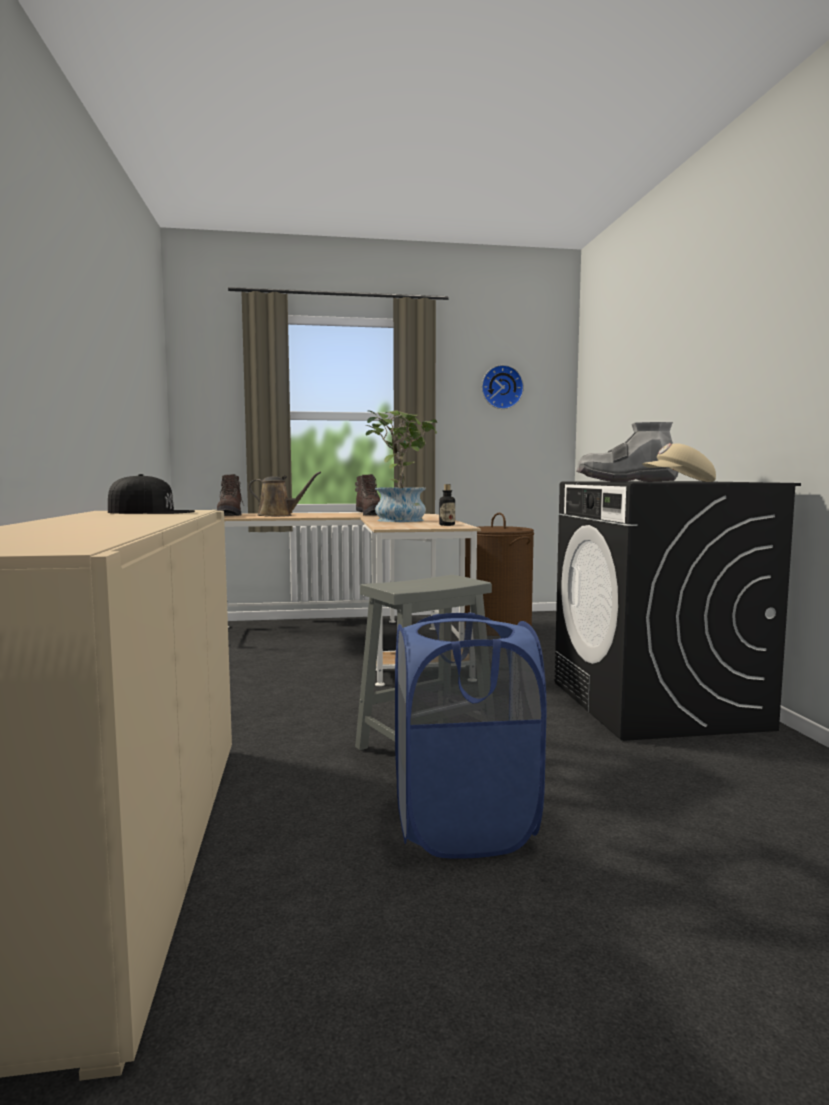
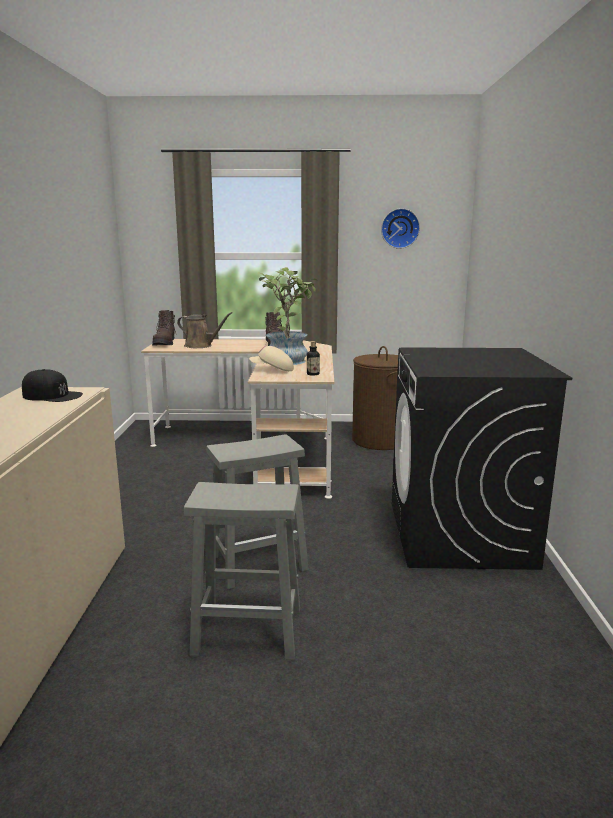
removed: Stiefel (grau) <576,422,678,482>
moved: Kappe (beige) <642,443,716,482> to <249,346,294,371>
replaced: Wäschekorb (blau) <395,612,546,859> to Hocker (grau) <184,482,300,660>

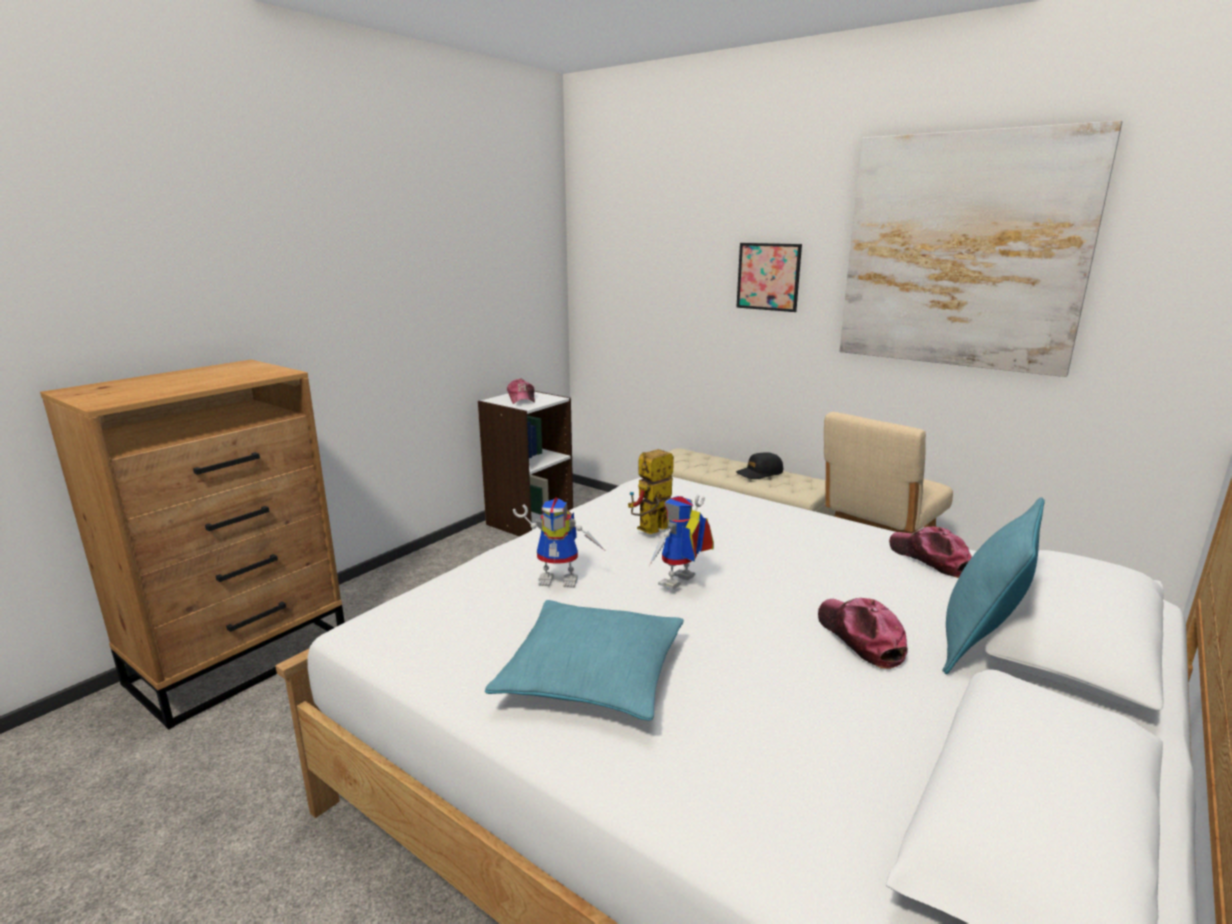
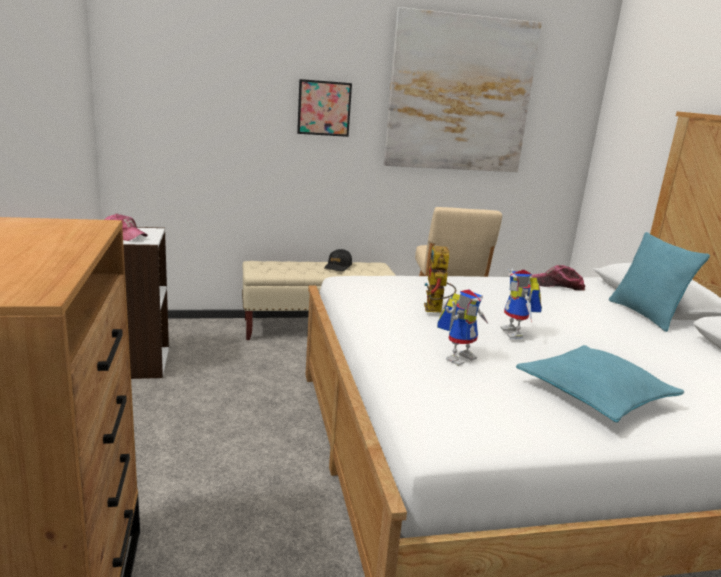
removed: Kappe <818,598,908,669>

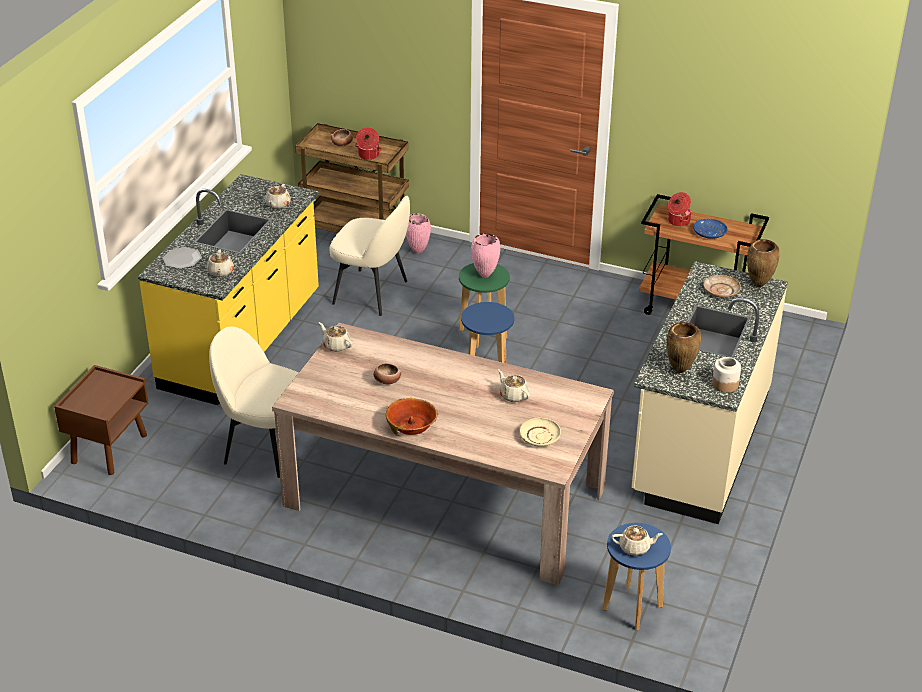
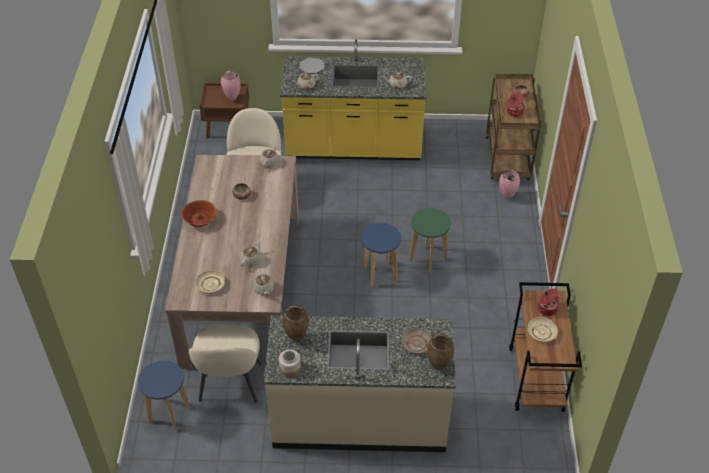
moved: Stuhl (beige) <329,196,410,316> to <189,325,262,403>; Vase (rosa) <471,233,500,278> to <221,71,241,101>; Teekanne (beige) <612,526,663,555> to <253,270,275,295>
recoloured: Teller (blau) <693,219,728,239> to Teller (beige) <528,317,558,342>

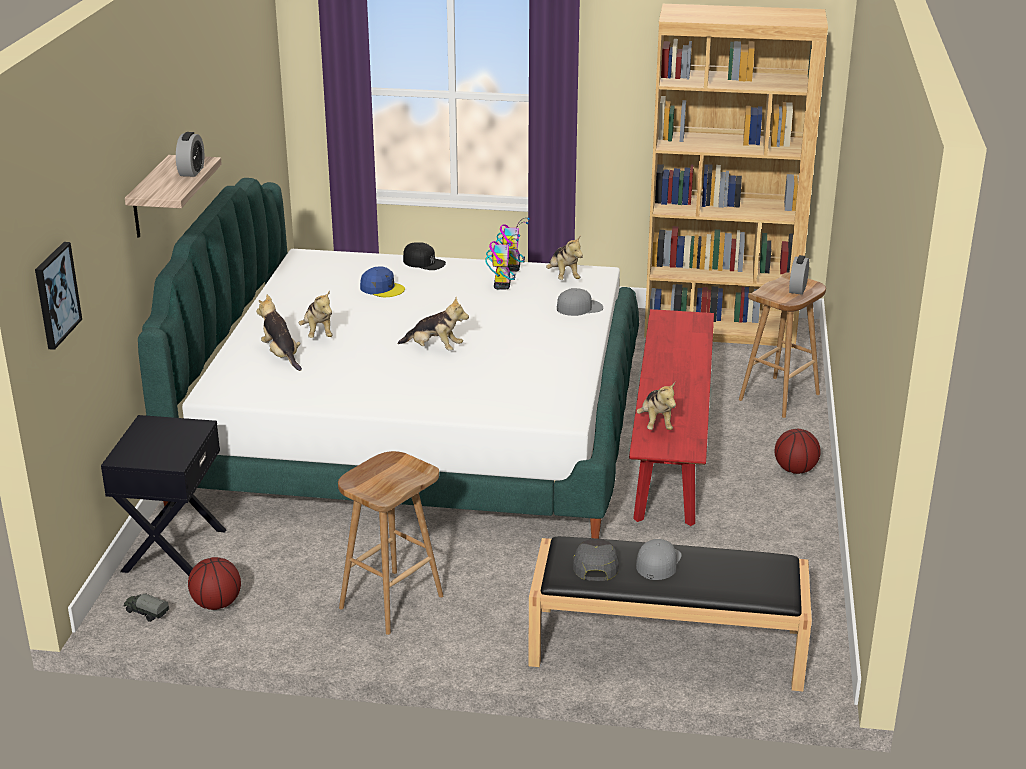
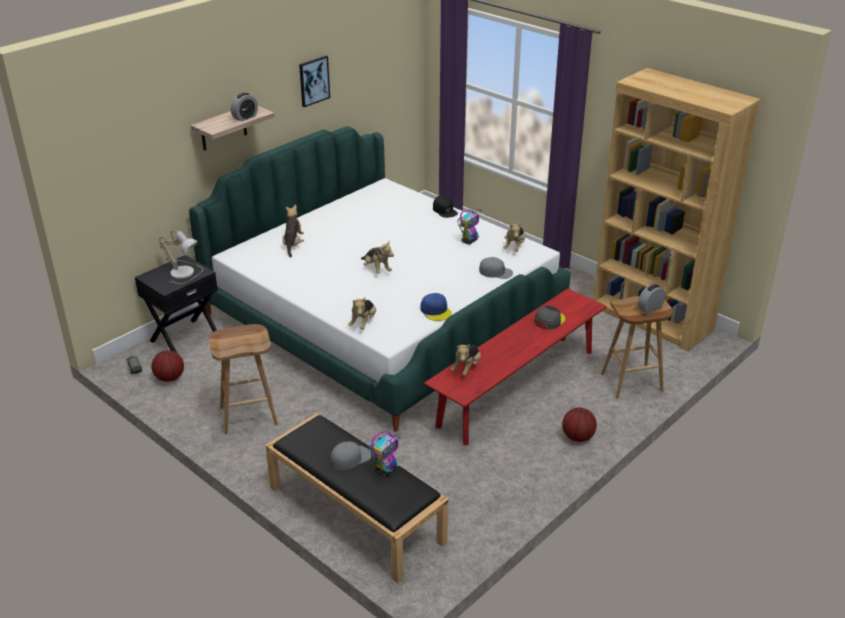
added: Tischlampe <159,230,203,284>
moved: Bild <35,242,82,350> to <299,56,330,107>; Plüschtier <299,290,333,338> to <348,298,376,330>; Spielzeugroboter <496,217,530,272> to <369,431,400,477>; Kappe (blau) <360,266,405,297> to <420,293,452,321>; Kappe (grau) <573,539,619,581> to <534,306,565,330>

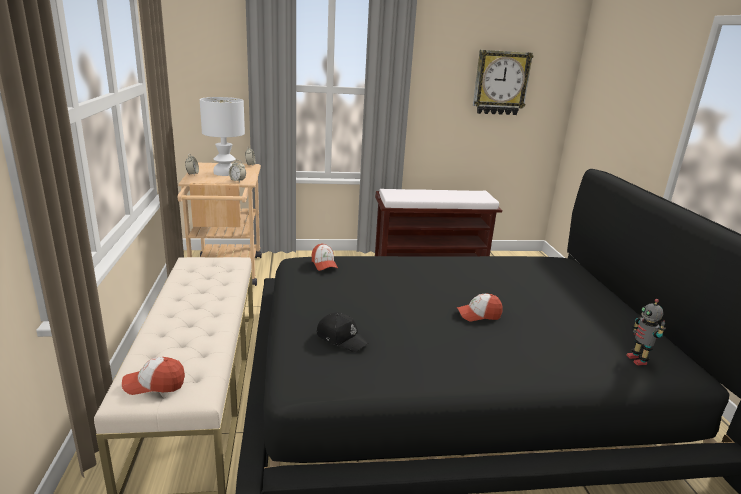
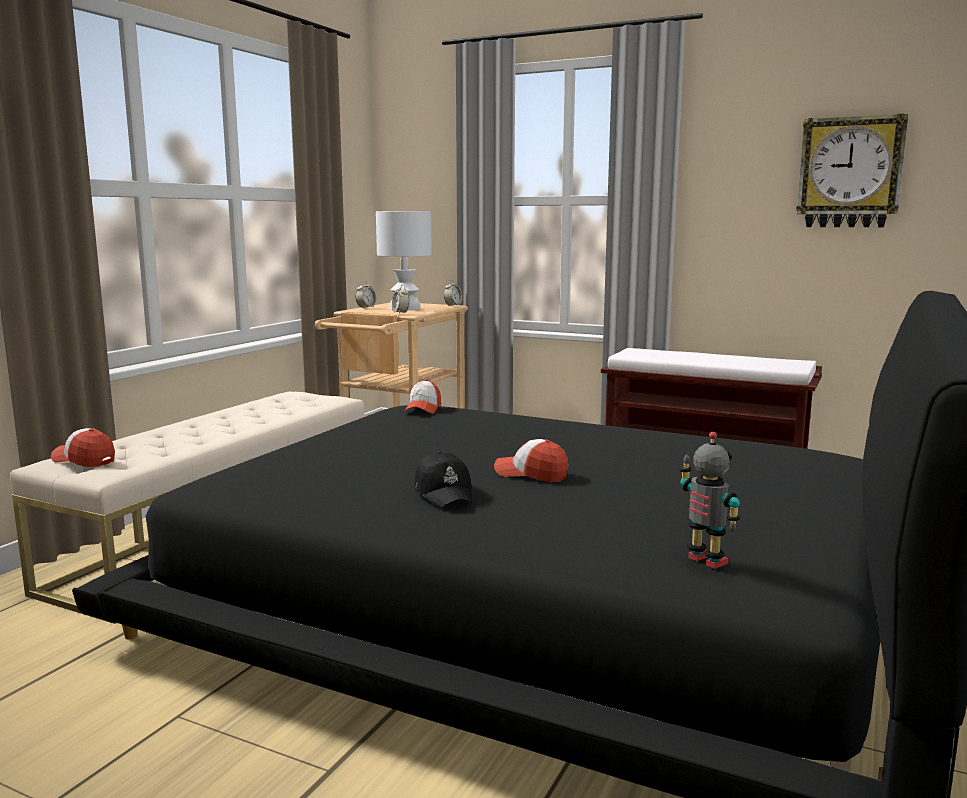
moved: Kappe (schwarz) <317,312,368,352> to <414,451,472,507>
turned: Spielzeugroboter <626,299,666,365> = <679,432,740,569> 120 degrees clockwise

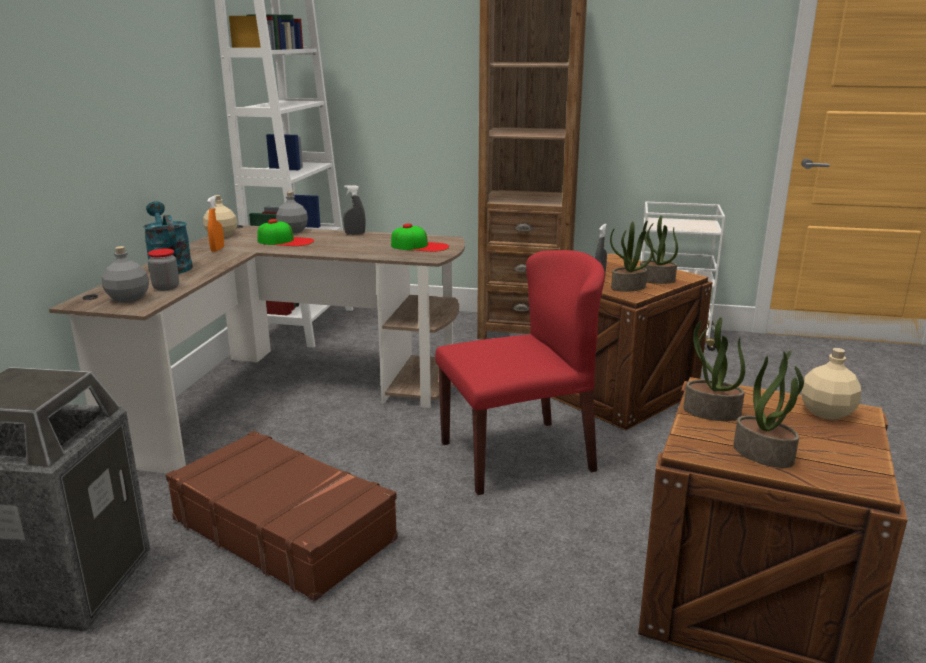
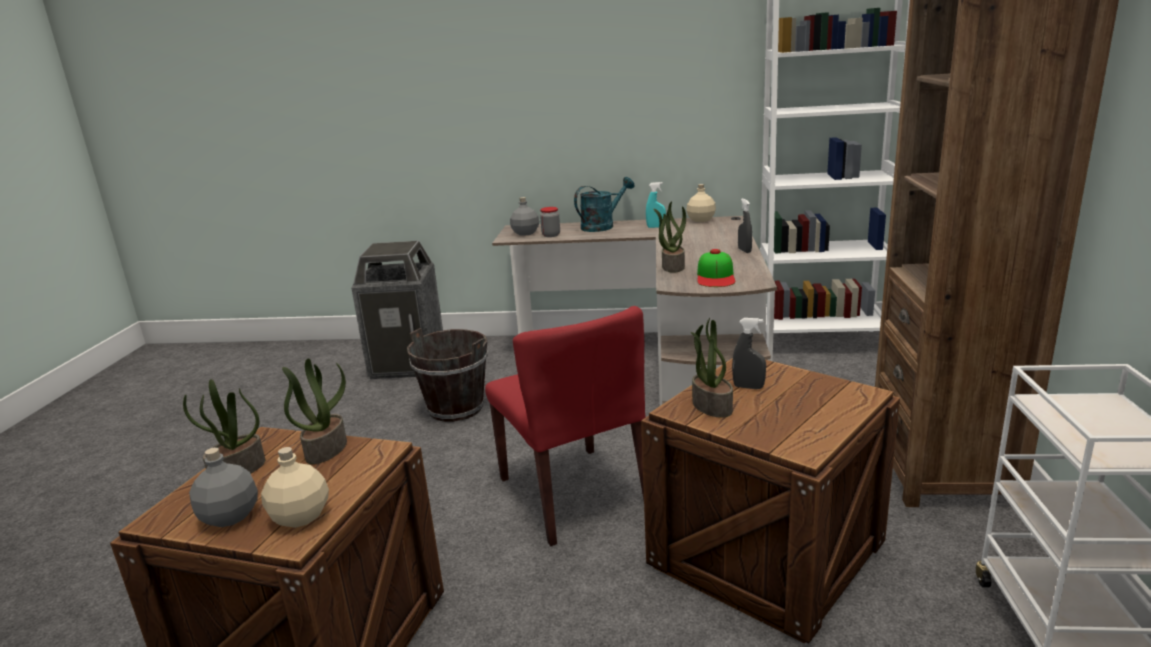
removed: Kappe <257,219,314,246>
moved: Flasche (grau) <276,191,308,233> to <189,447,258,527>; Topfpflanze <640,215,678,284> to <653,201,686,273>
replaced: Koffer (braun) <166,431,398,601> to Eimer (braun) <407,328,488,422>
recoloured: Sprühflasche (orange) <207,196,224,252> to Sprühflasche (türkis) <646,182,666,228>

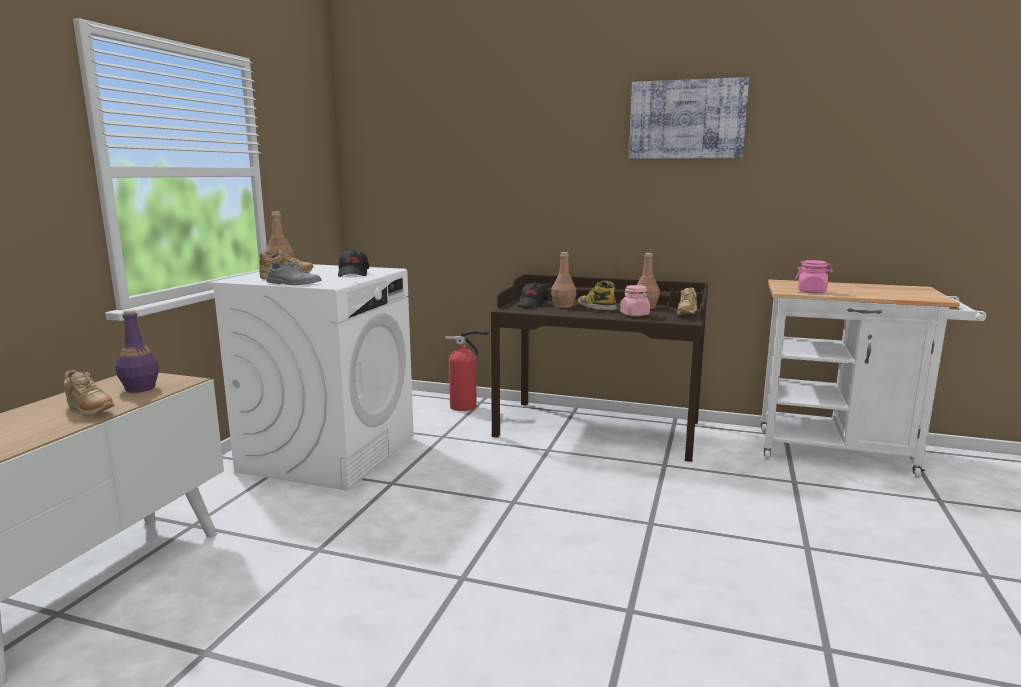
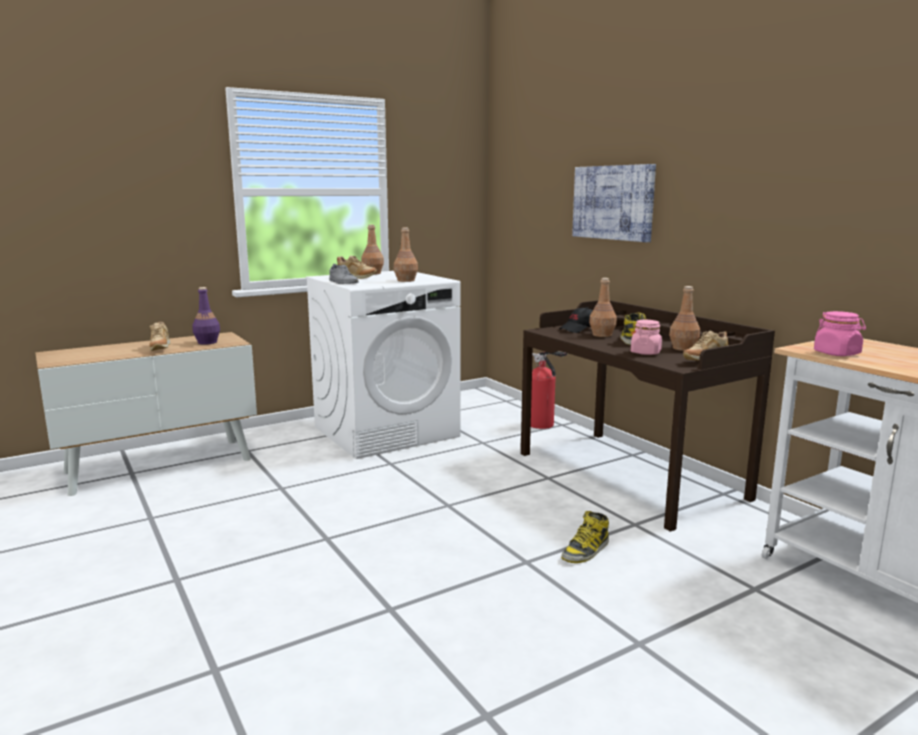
added: Stiefel <561,511,609,563>
moved: Bild <629,77,749,159> to <572,164,656,242>
replaced: Kappe (schwarz) <338,249,369,277> to Flasche (braun) <394,228,418,282>

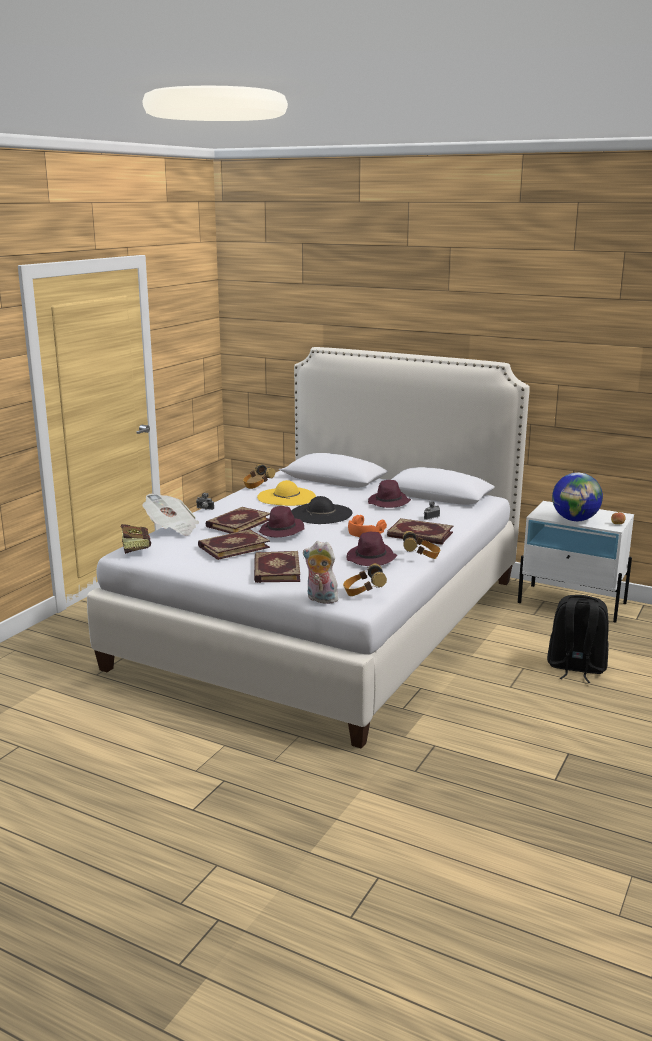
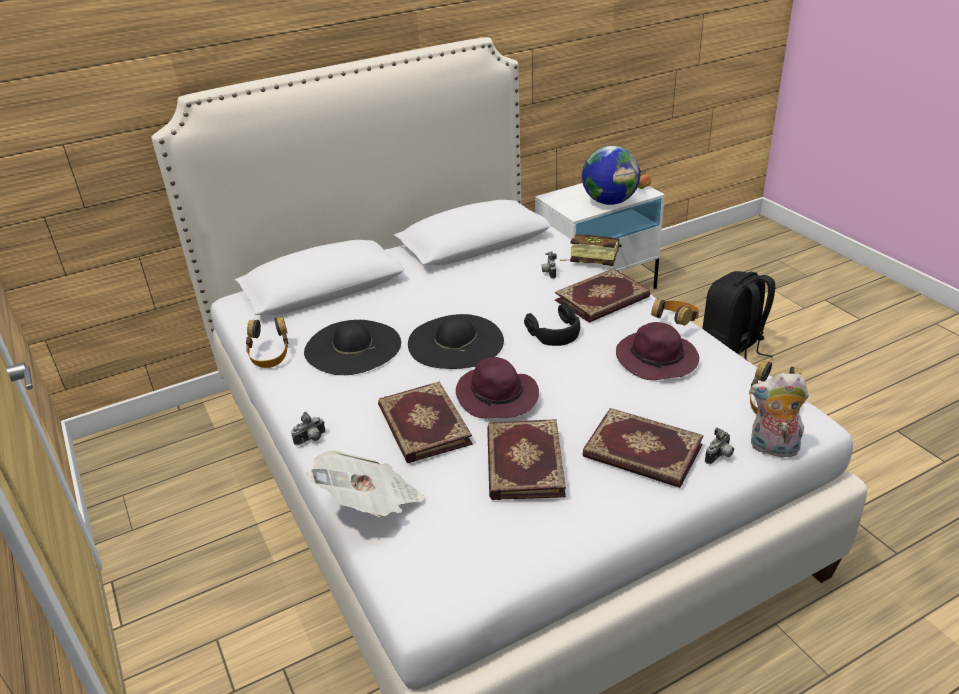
removed: Hut (lila) <368,480,411,508>
added: Kamera <705,427,734,464>
moved: Buch <121,524,151,554> to <560,234,619,266>
recoloured: Hut (gelb) <257,480,316,506> to Hut (schwarz) <304,320,401,375>; Kopfhörer (orange) <348,515,387,537> to Kopfhörer (schwarz) <524,304,580,346>
turned: Plüschtier <303,541,340,604> = <751,373,809,457> 45 degrees clockwise

